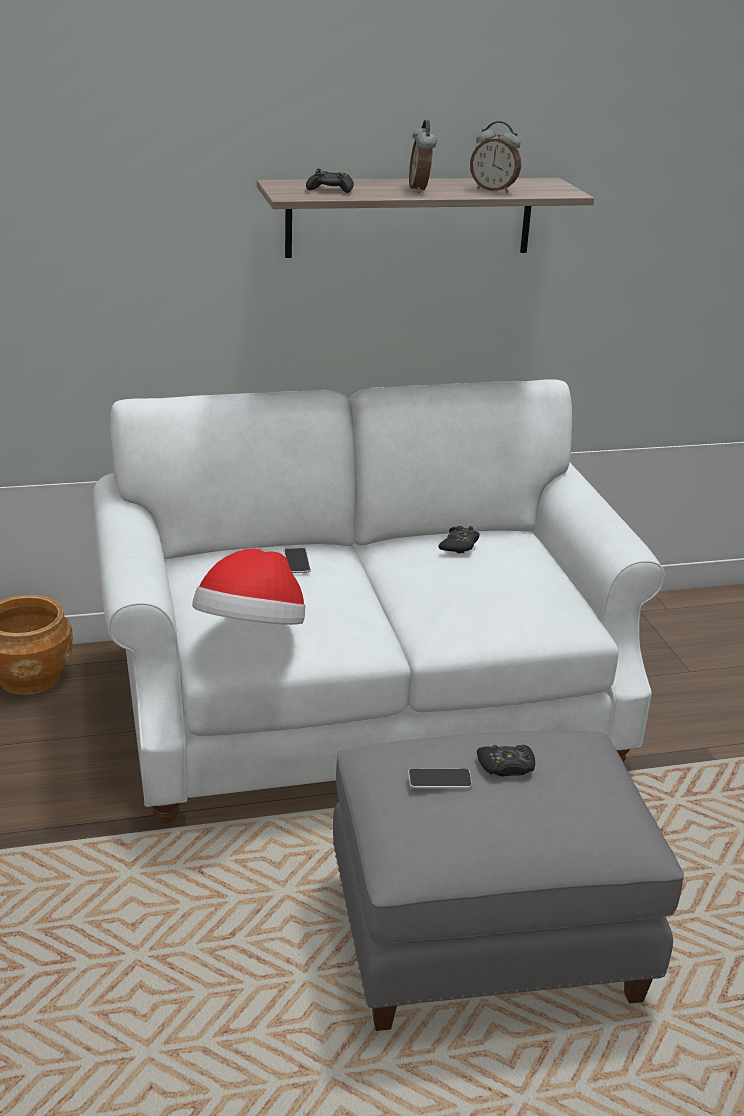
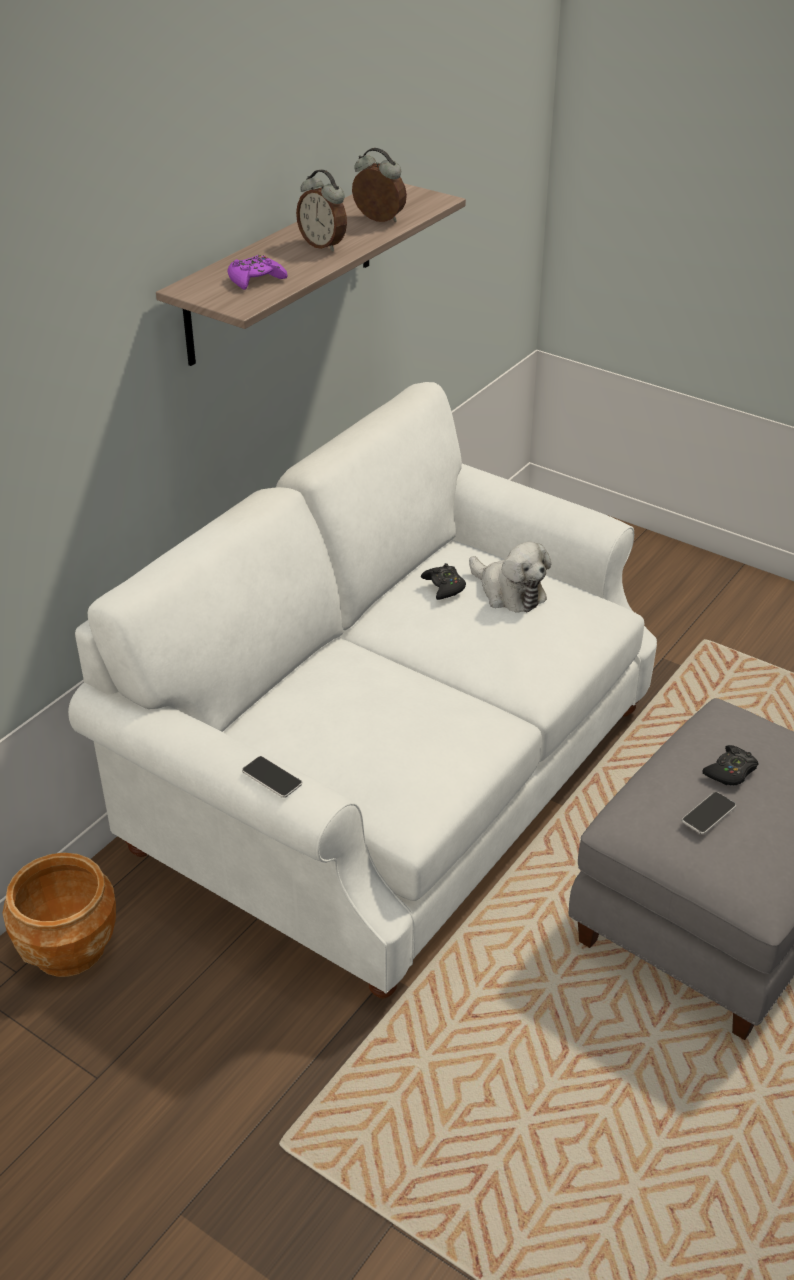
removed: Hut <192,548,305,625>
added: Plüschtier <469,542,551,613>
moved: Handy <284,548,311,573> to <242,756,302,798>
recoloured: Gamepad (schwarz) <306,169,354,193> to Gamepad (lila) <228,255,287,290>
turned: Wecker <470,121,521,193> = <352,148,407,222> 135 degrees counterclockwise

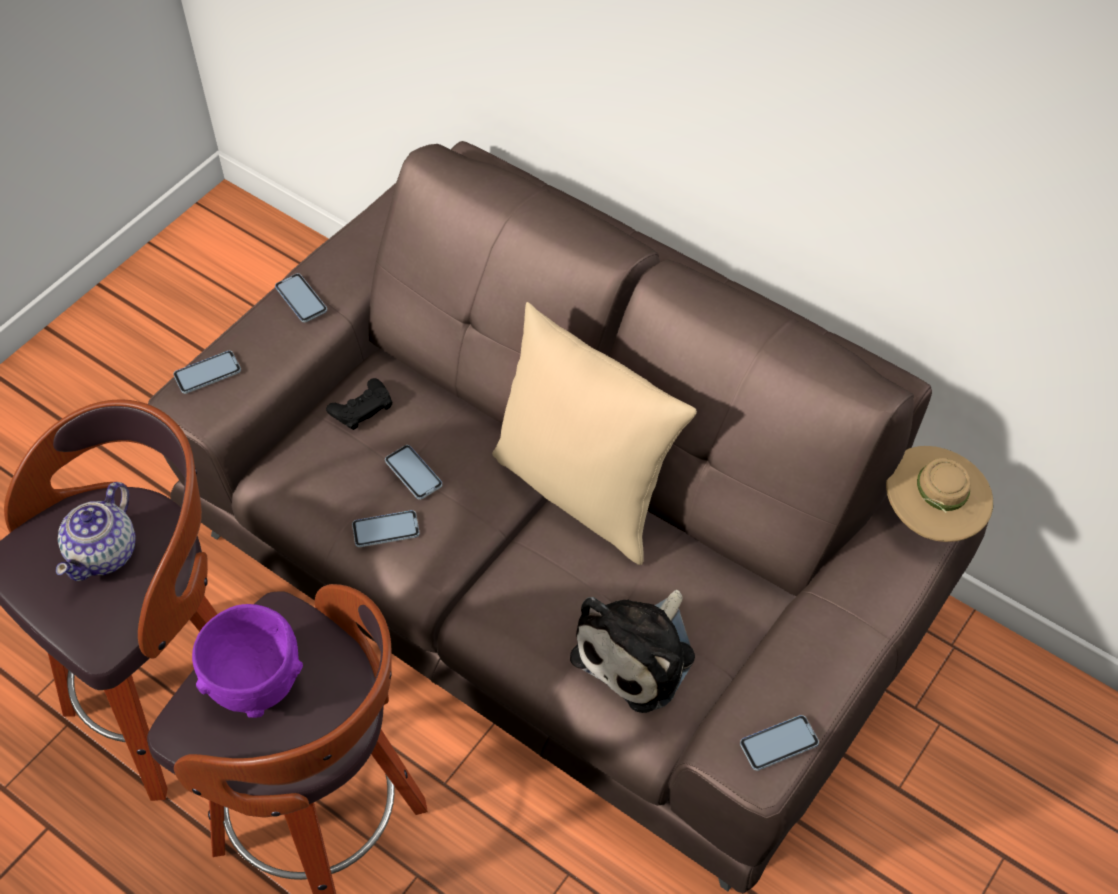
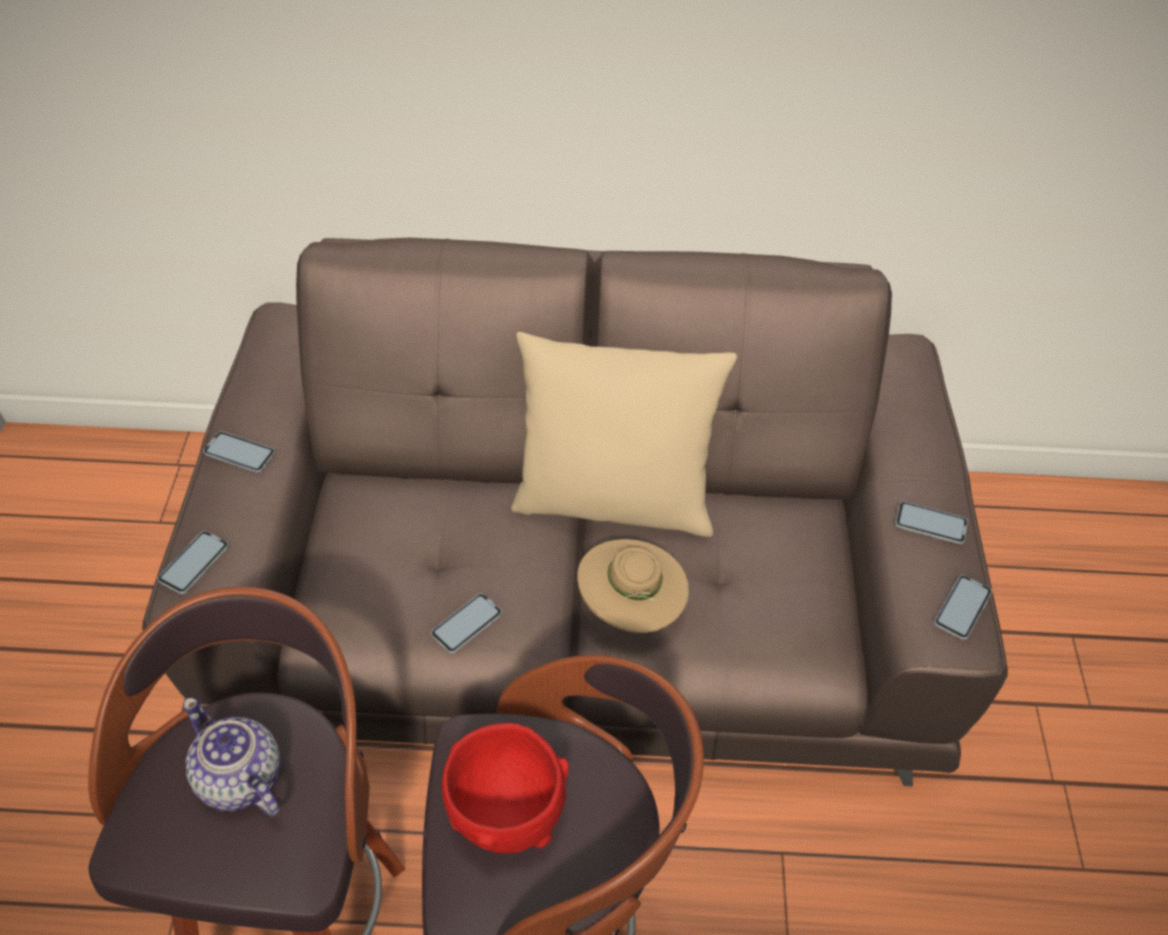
removed: Gamepad (schwarz) <326,378,393,430>; Plüschtier <570,590,695,713>
moved: Hut (beige) <886,446,993,542> to <577,539,689,633>; Handy <385,445,442,500> to <895,501,968,544>
recoloured: Schüssel (lila) <192,604,303,718> to Schüssel (rot) <442,723,569,853>
turned: Teekanne <56,482,136,581> = <183,698,280,817> 150 degrees clockwise

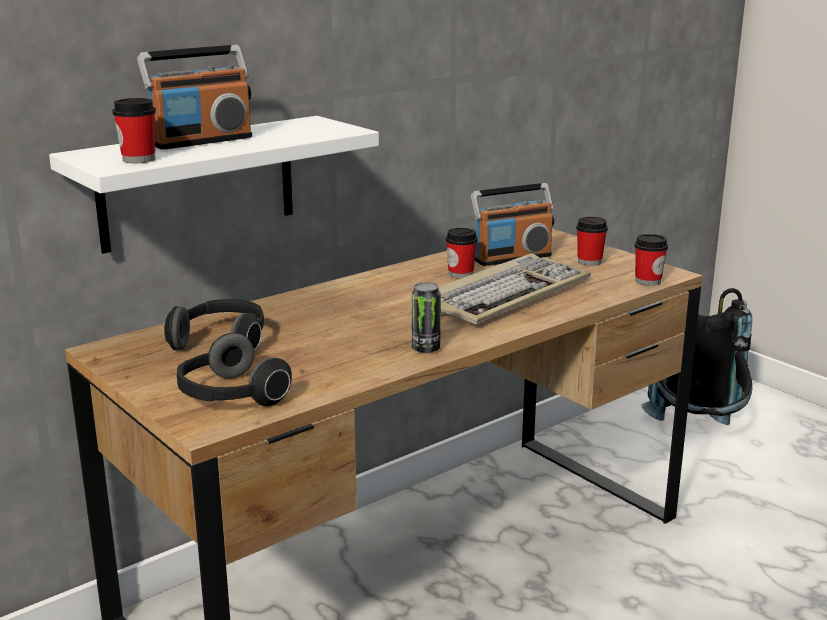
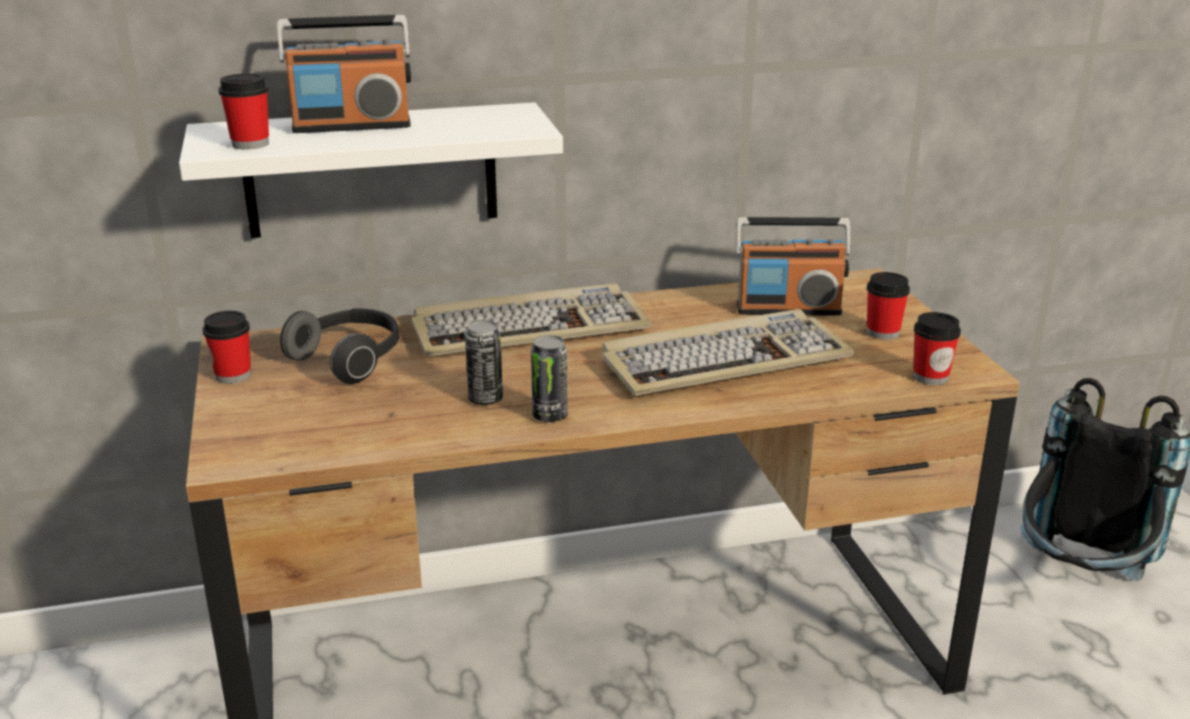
removed: Kopfhörer <177,333,292,406>
added: Tastatur <412,284,652,357>; Dose <465,320,503,405>
moved: Tasse <446,228,478,279> to <203,311,251,384>

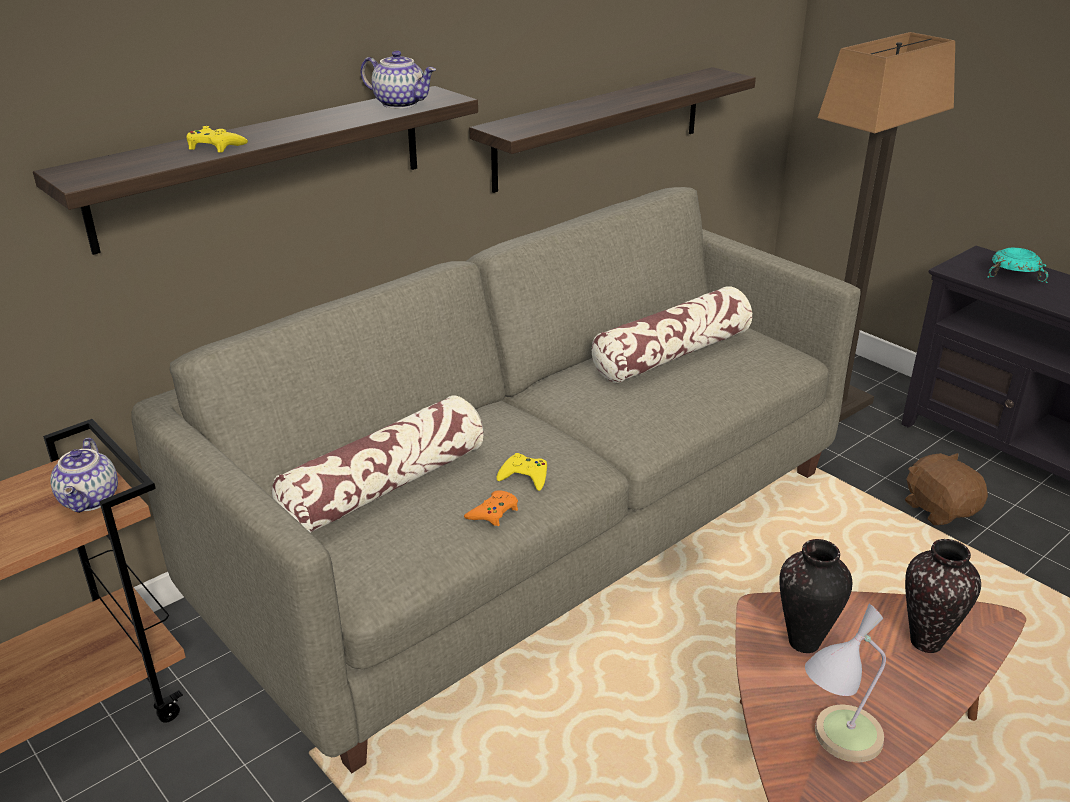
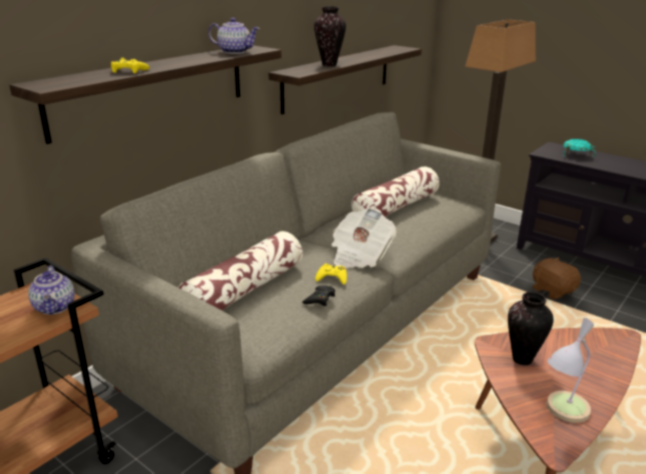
added: Zeitung <332,208,396,268>
moved: Vase <905,539,981,653> to <314,6,346,66>
recoloured: Gamepad (orange) <464,490,518,526> to Gamepad (schwarz) <302,285,335,306>

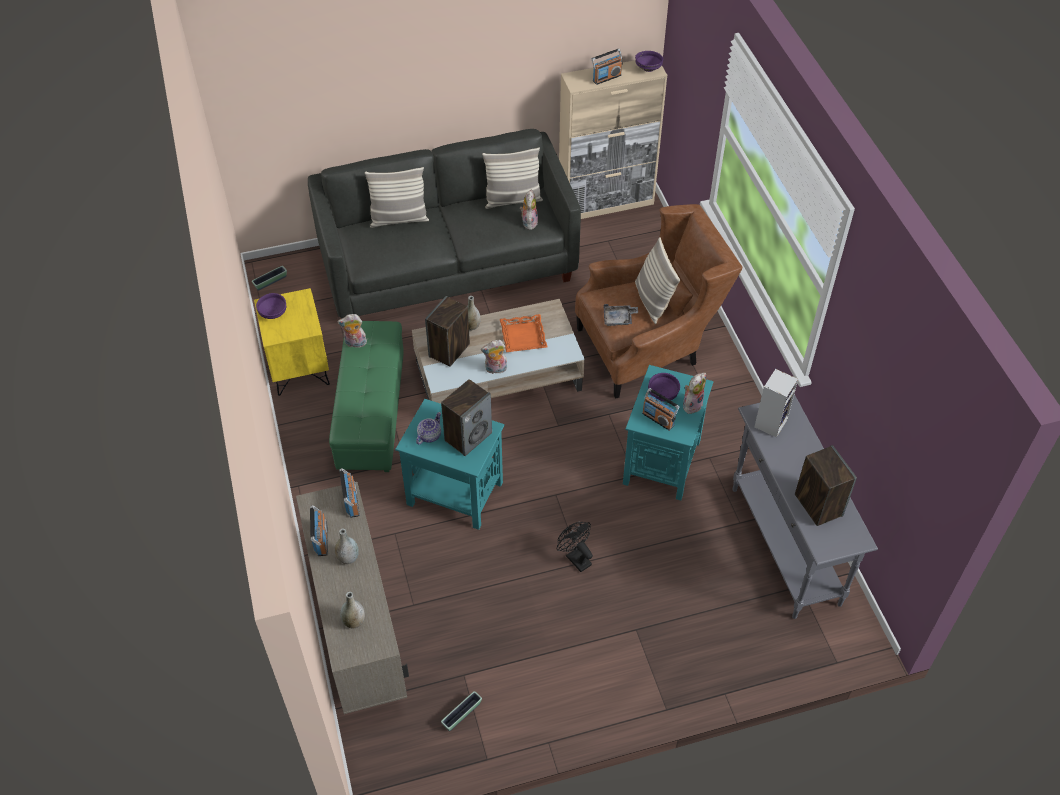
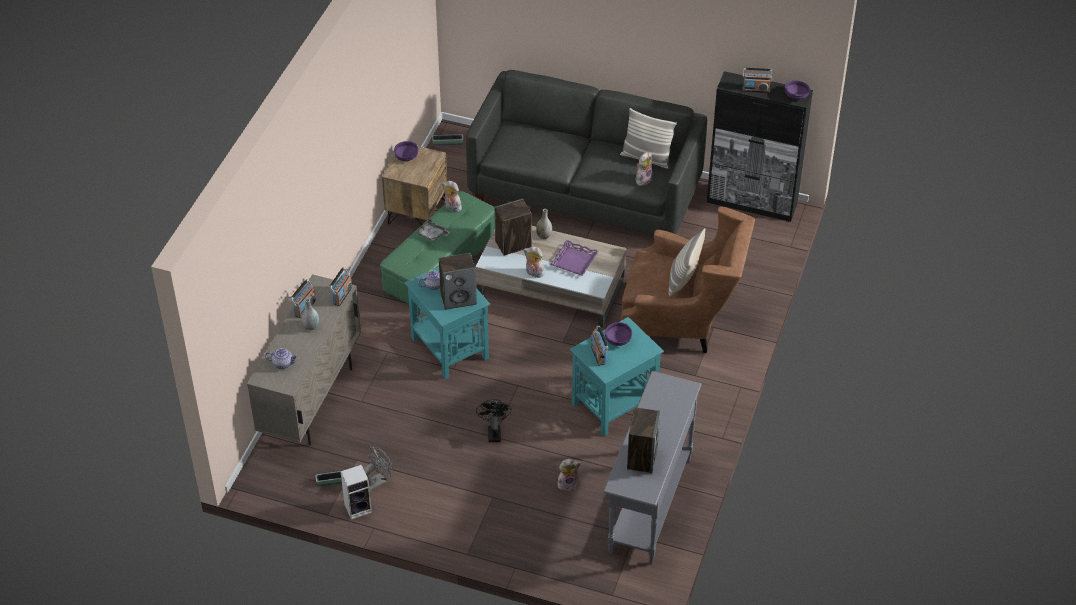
removed: Kissen <365,167,429,228>
added: Ventilator (grau) <364,446,393,491>
moved: Lautsprecher <755,369,798,438> to <340,465,372,520>; Tablett (grau) <604,304,638,326> to <416,219,451,241>; Plüschtier <683,373,706,414> to <558,459,581,491>
replaced: Vase (grau) <340,592,365,629> to Teekanne <265,348,299,369>
recoloured: Nachttisch (gelb) <254,288,330,396> to Nachttisch (braun) <382,146,447,225>; Tablett (orange) <500,314,547,352> to Tablett (lila) <550,240,599,276>; Schrank (beige) <559,60,667,219> to Schrank (schwarz) <707,71,813,222>

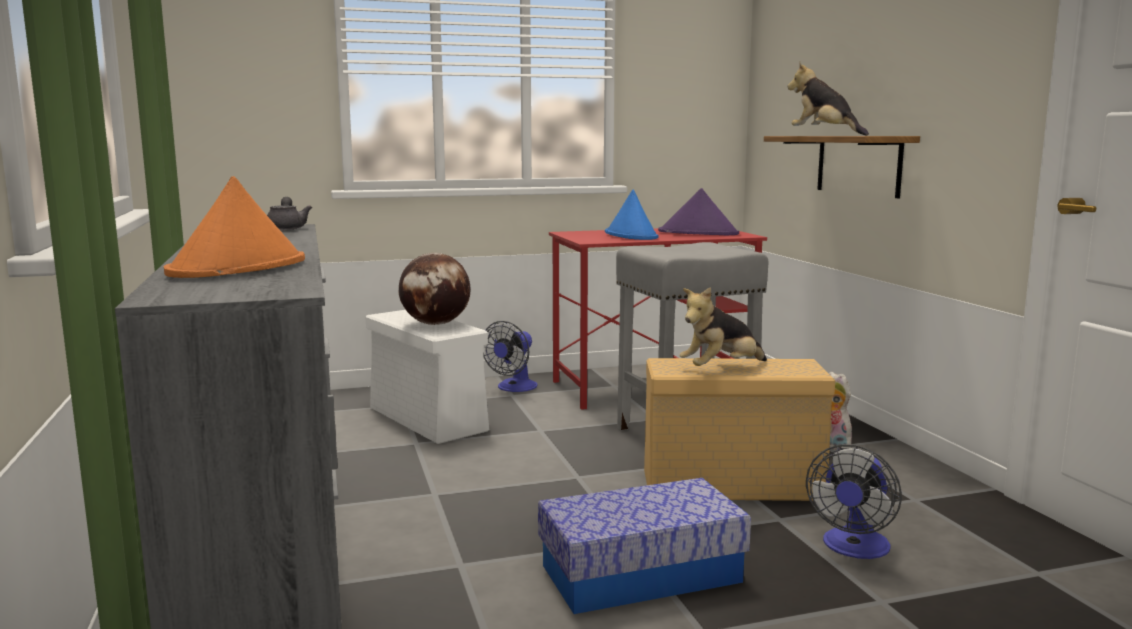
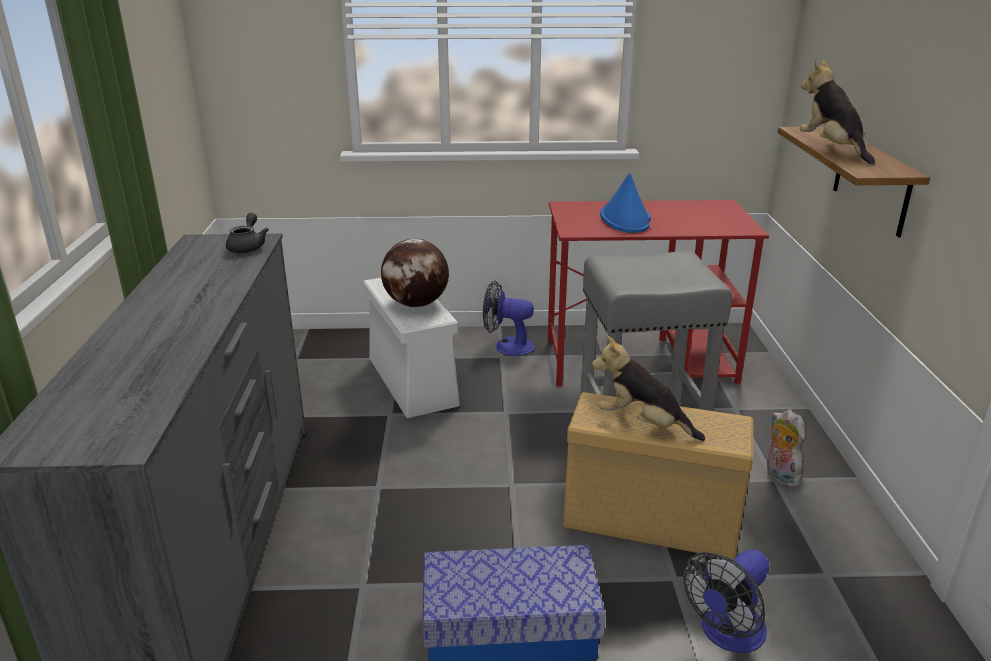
removed: Hut (orange) <164,176,305,278>; Hut (lila) <658,188,739,235>
turned: Ventilator <483,321,538,392> = <483,281,535,356> 60 degrees clockwise; Plüschtier <679,287,767,366> = <592,335,705,441> 45 degrees clockwise

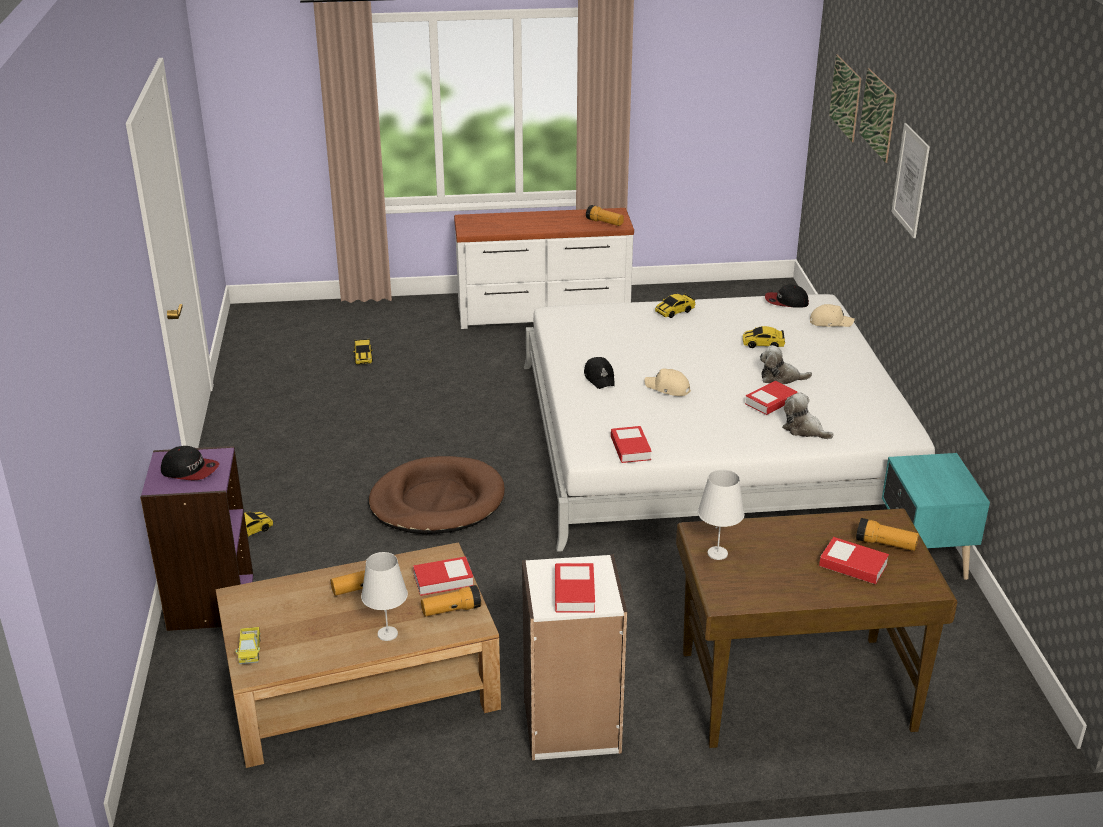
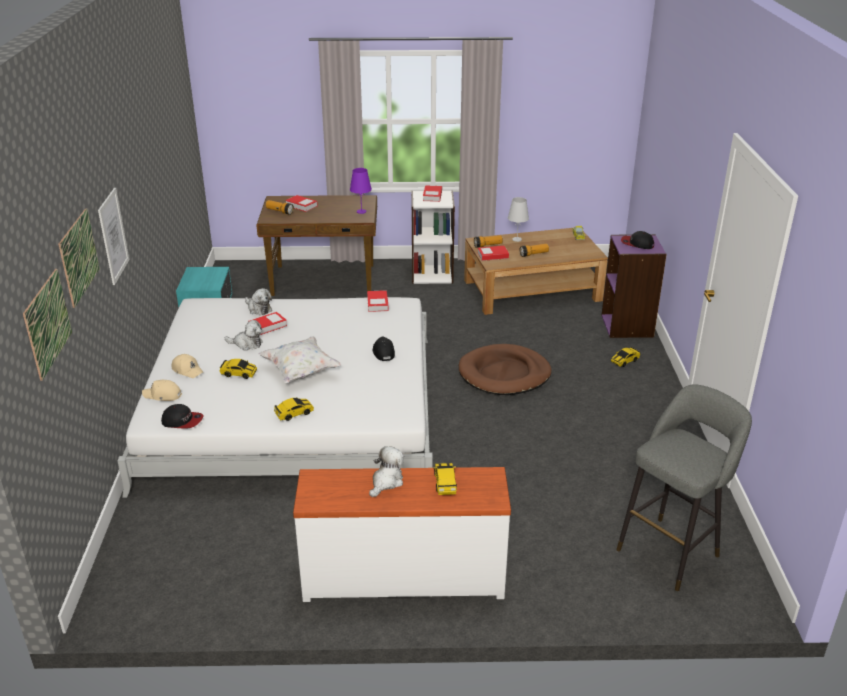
removed: Taschenlampe <586,205,624,226>
added: Kissen (weiß) <258,336,341,383>; Plüschtier <369,446,404,497>; Hocker (grau) <616,384,752,591>
moved: Kappe (beige) <645,369,691,396> to <172,354,203,378>; Spielzeugauto <353,339,373,364> to <433,463,457,495>
recoloured: Tischlampe (weiß) <698,469,744,560> to Tischlampe (lila) <350,168,372,214>

